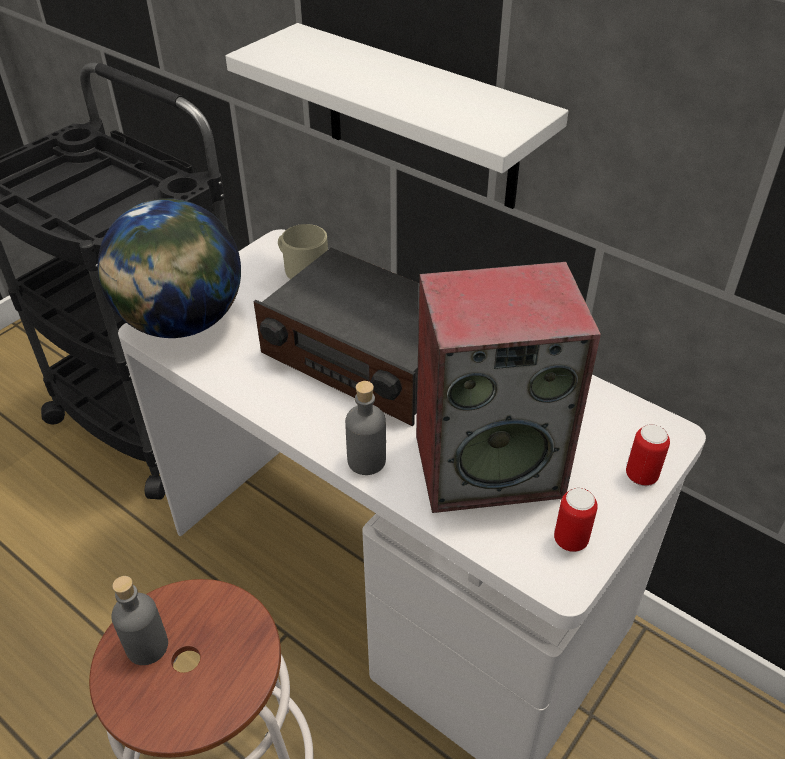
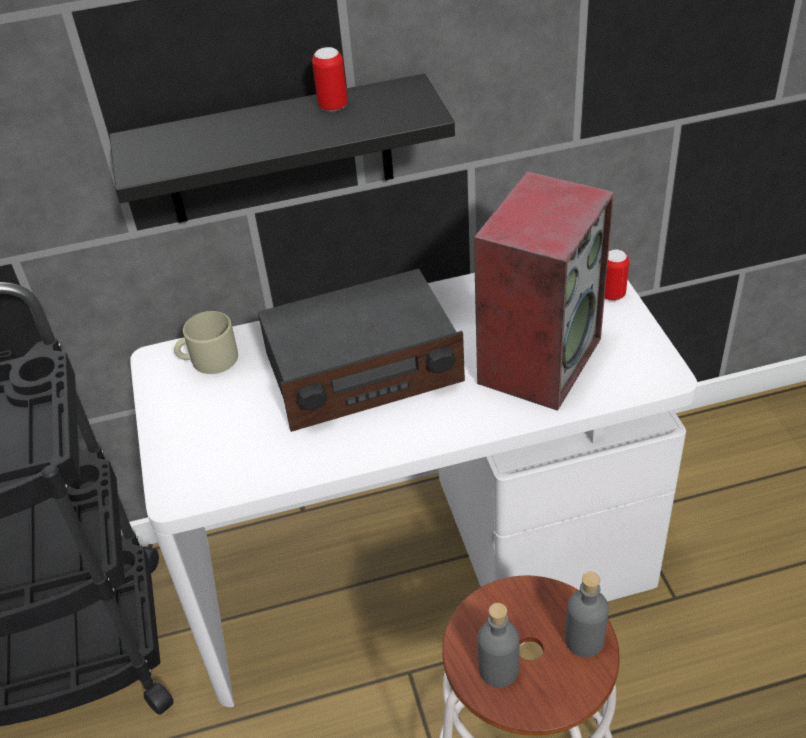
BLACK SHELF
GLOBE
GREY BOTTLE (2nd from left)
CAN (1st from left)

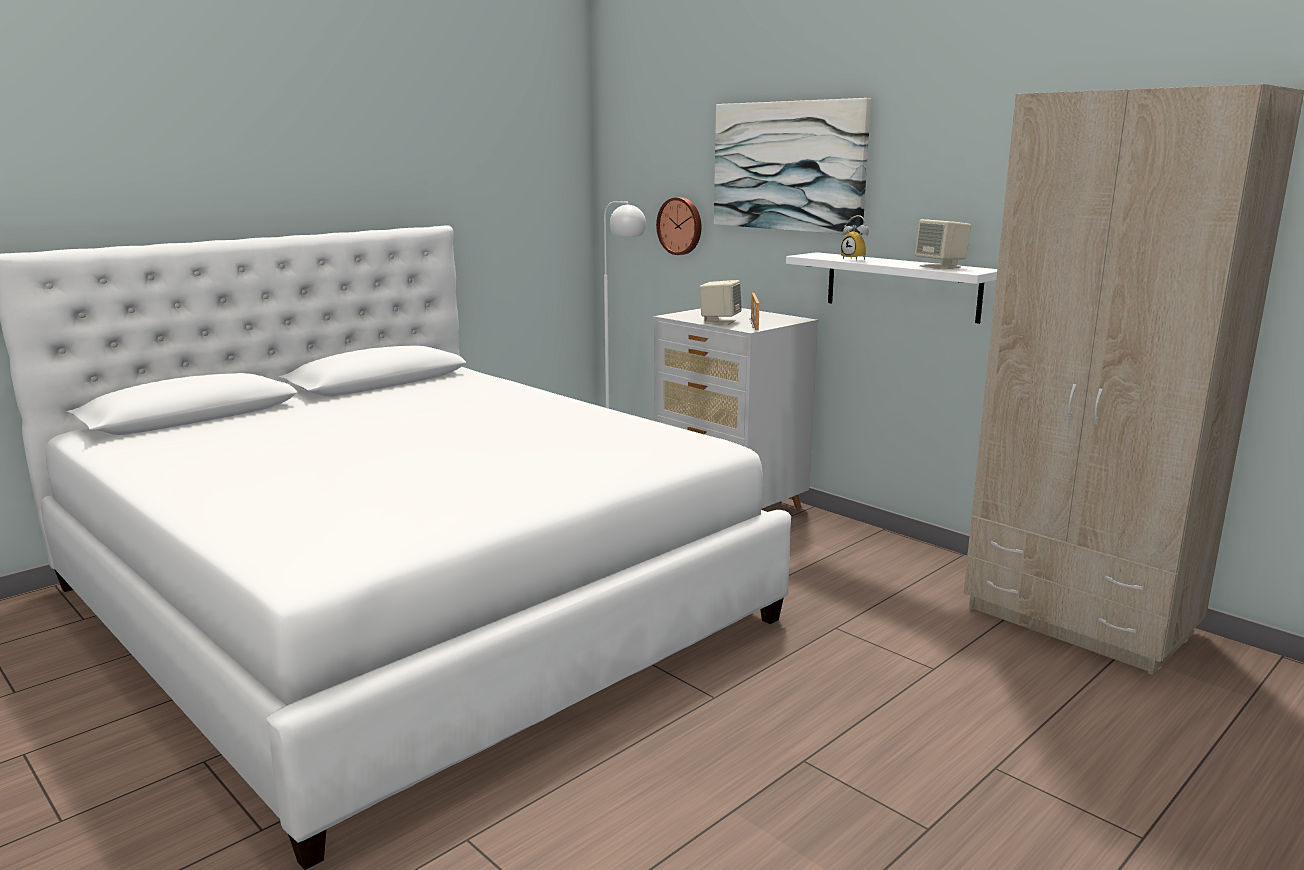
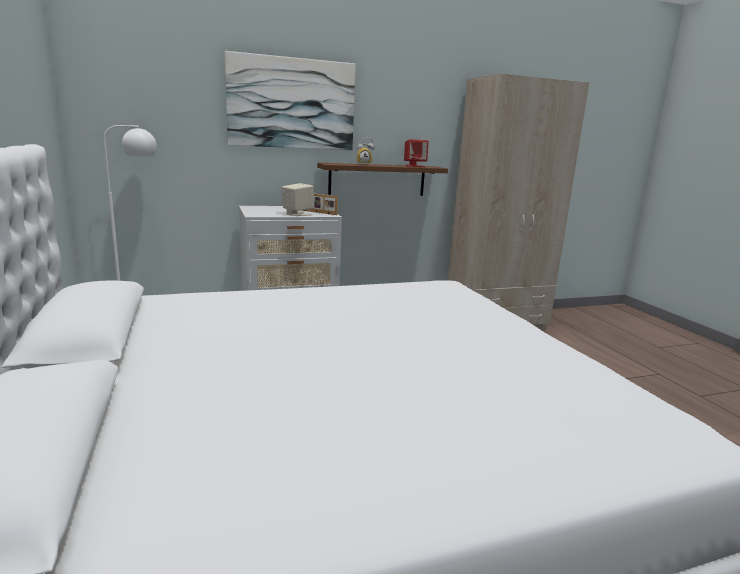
WALL CLOCK
RED SPEAKER
BROWN SHELF

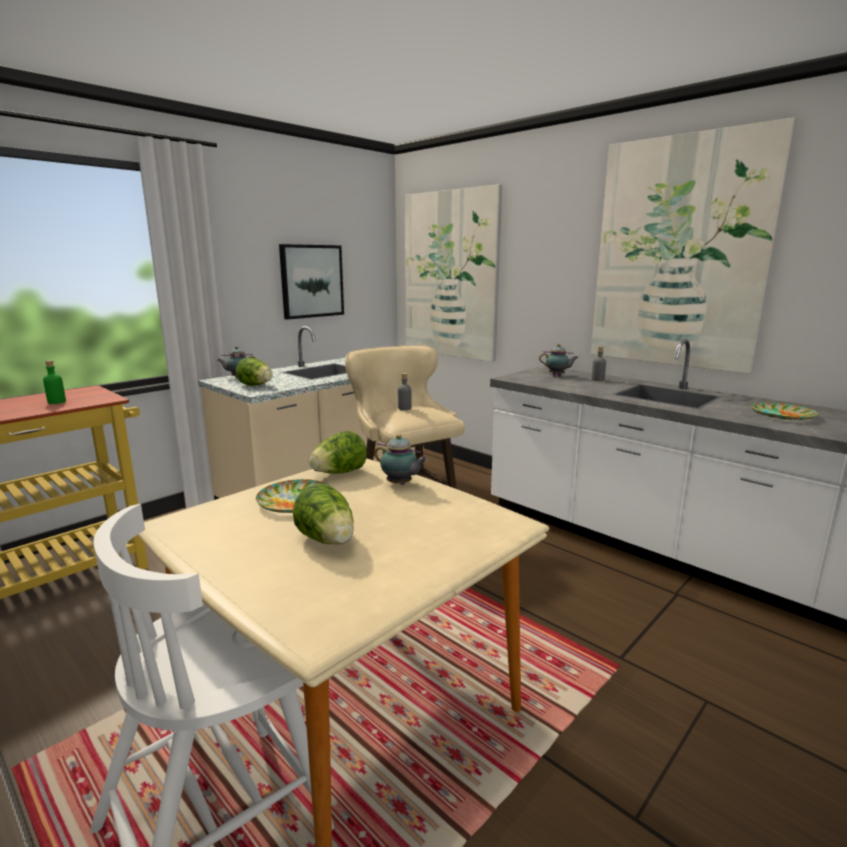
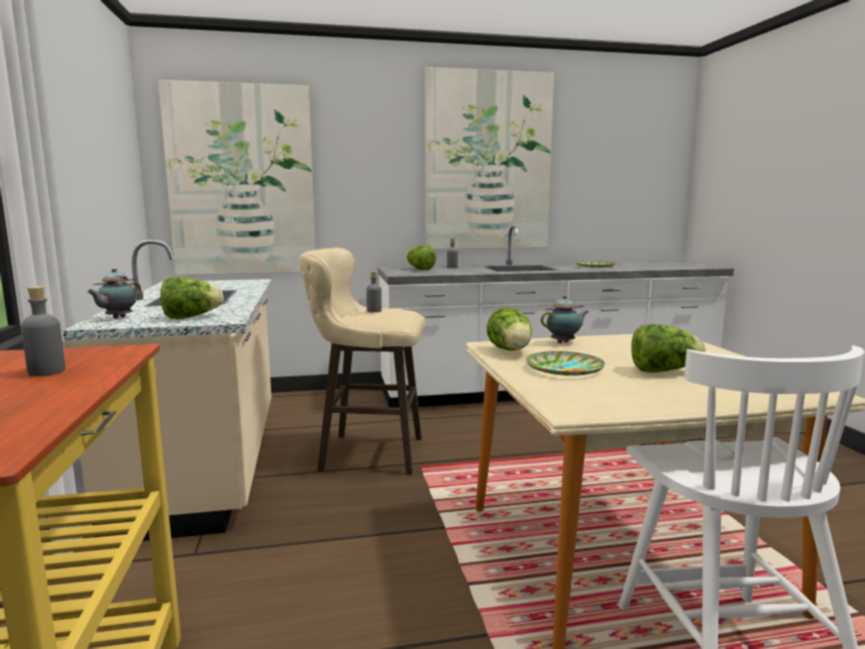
PICTURE (1st from left in the first image)
LETTUCE (2nd from left)
GREY BOTTLE (1st from left)

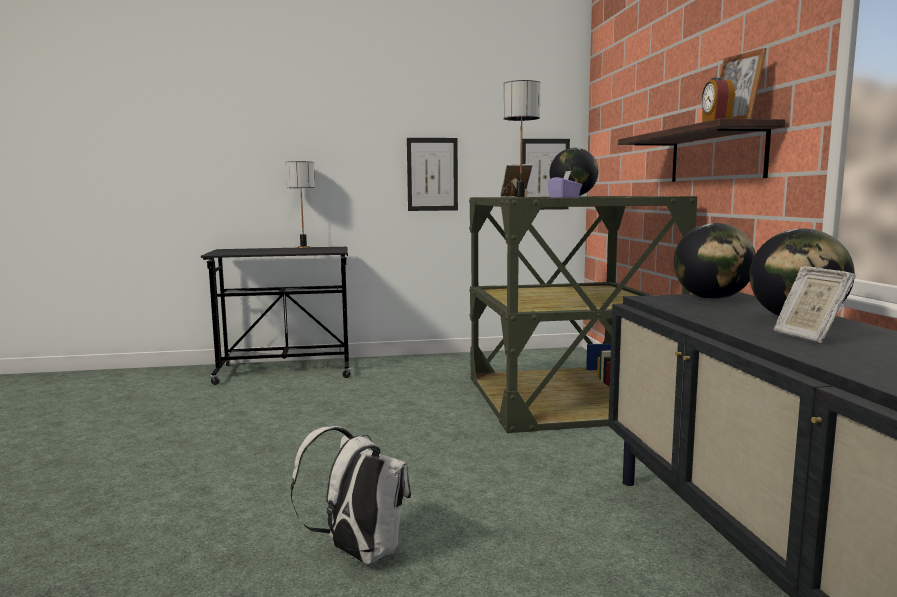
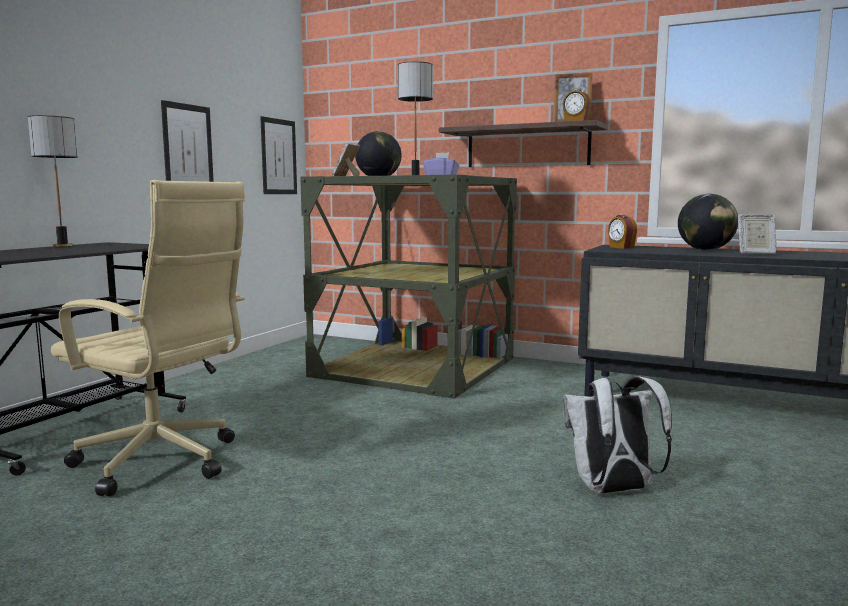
ALARM CLOCK (2nd from left)
BEIGE OFFICE CHAIR

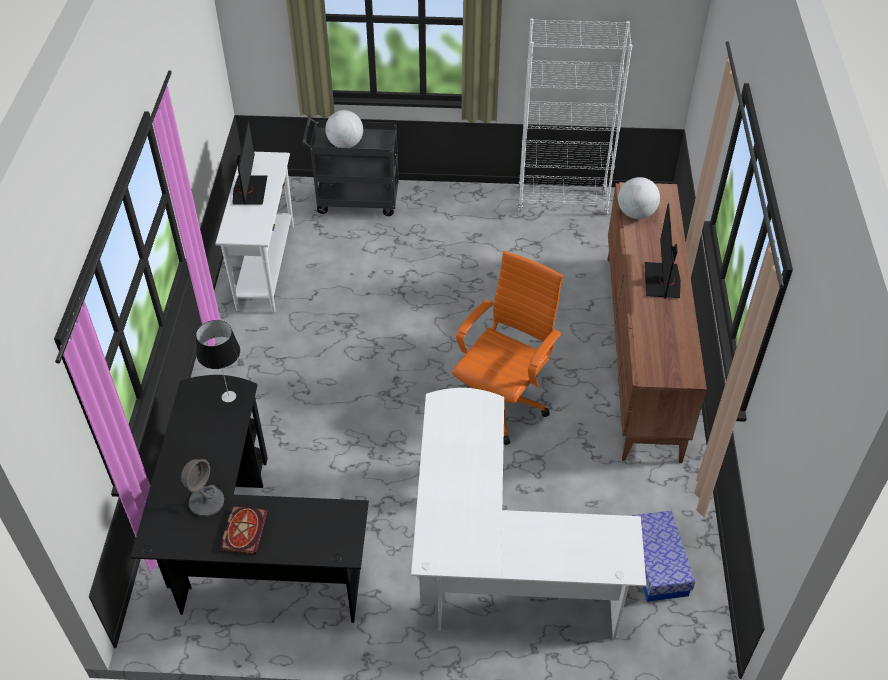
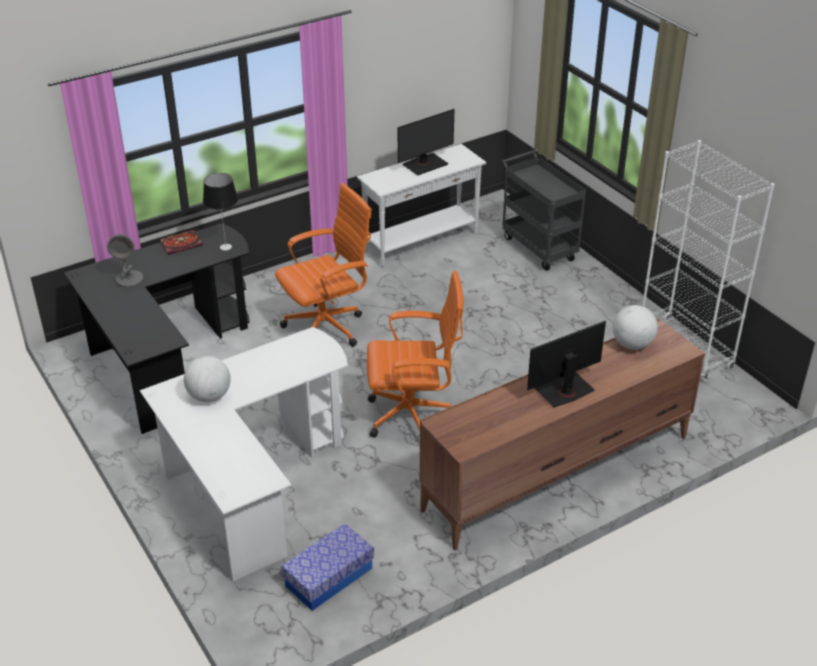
GLOBE (1st from left)
BOOK
ORANGE OFFICE CHAIR (1st from left)

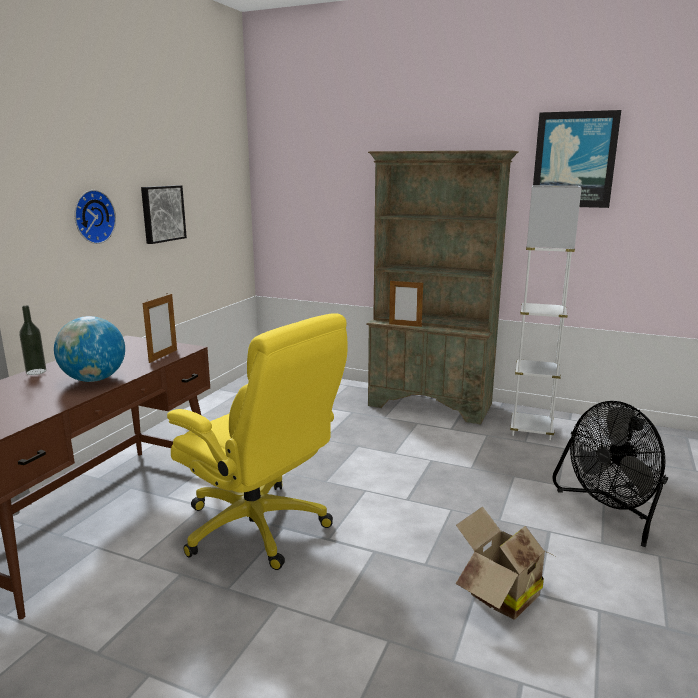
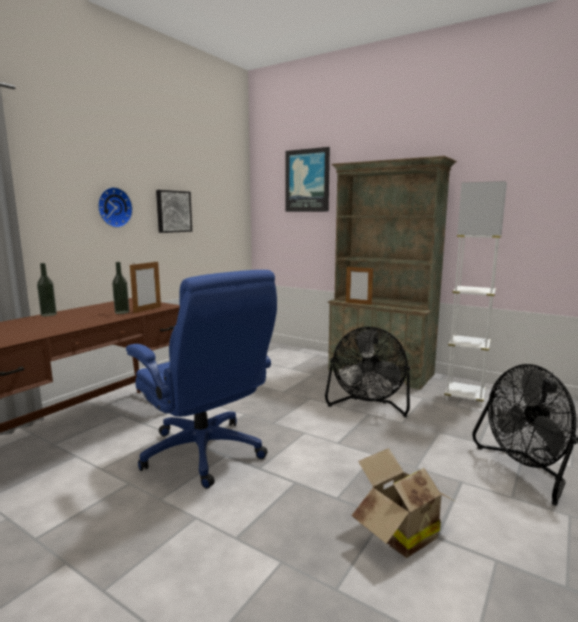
PICTURE (2nd from left)
BLUE OFFICE CHAIR
GLOBE
BOTTLE (2nd from left)
BLACK FAN (1st from left)

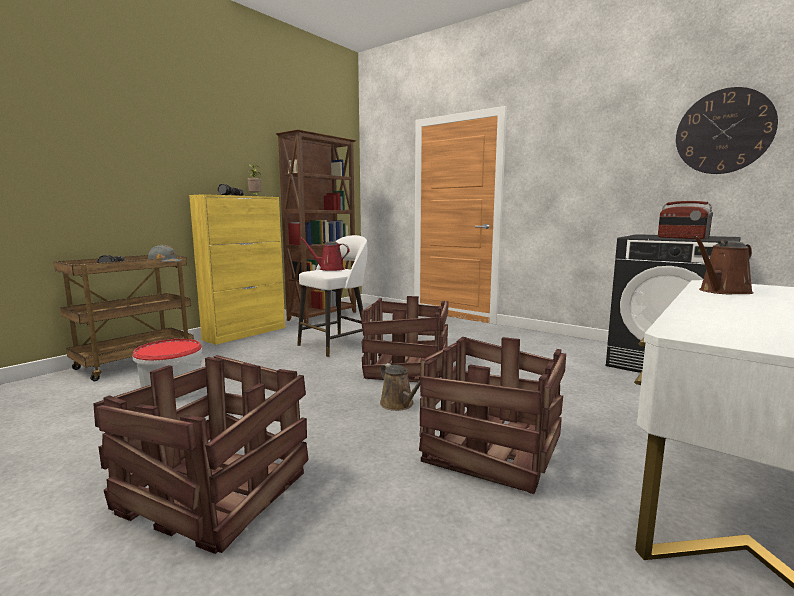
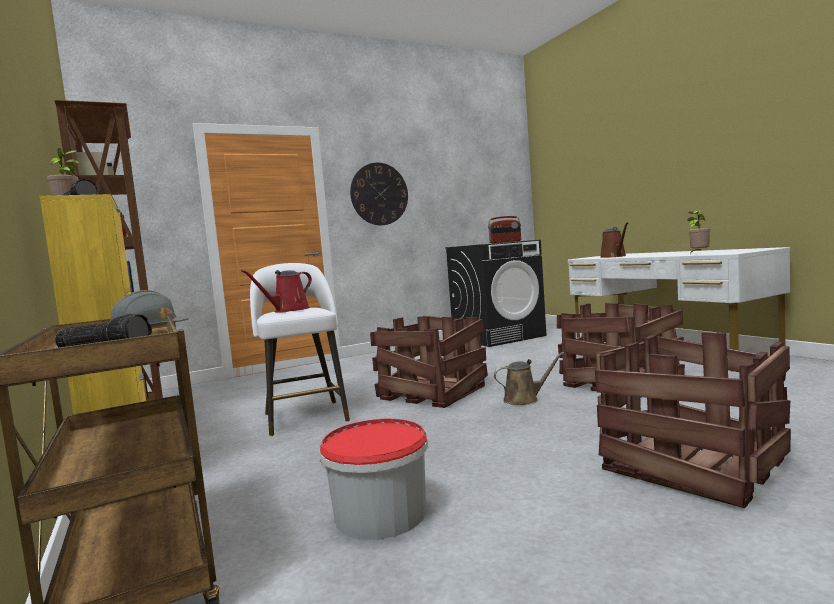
WALL CLOCK
POTTED PLANT (2nd from left)

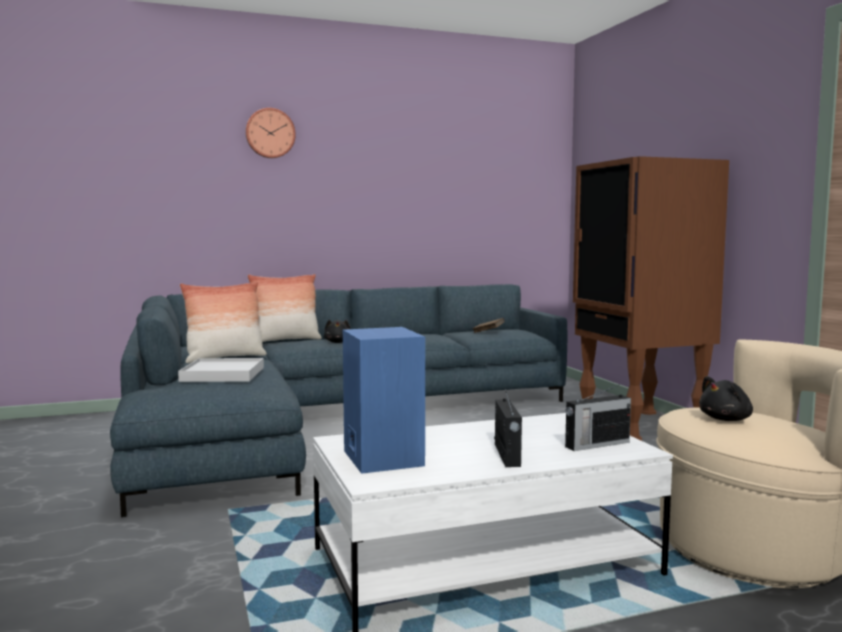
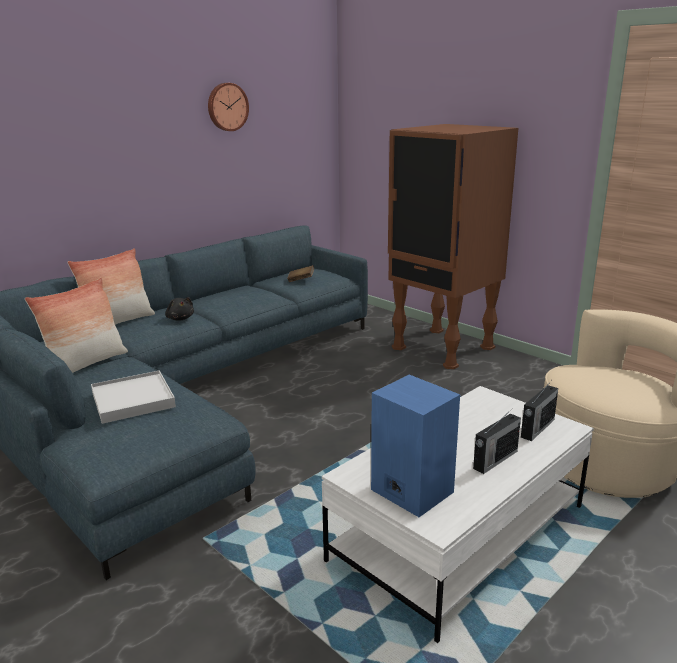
WALL CLOCK
BLACK PLUSH TOY (2nd from left in the first image)
RADIO (1st from left)

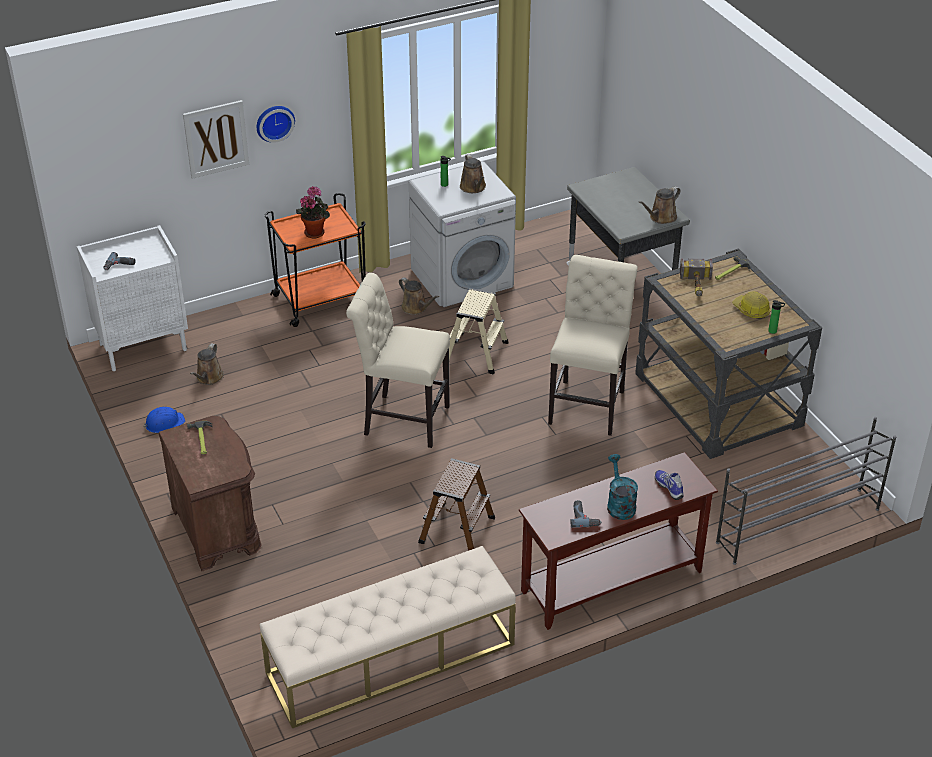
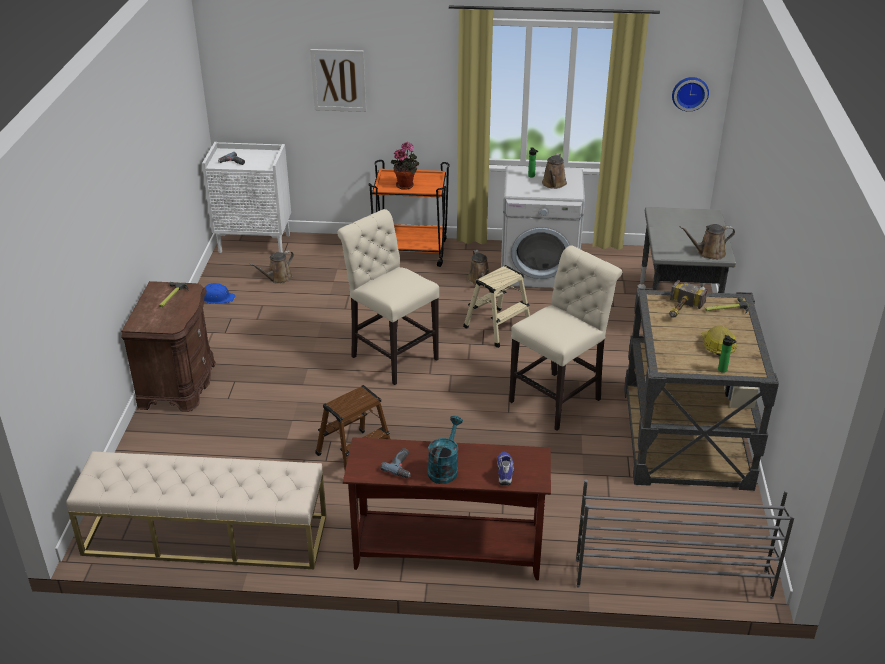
WALL CLOCK

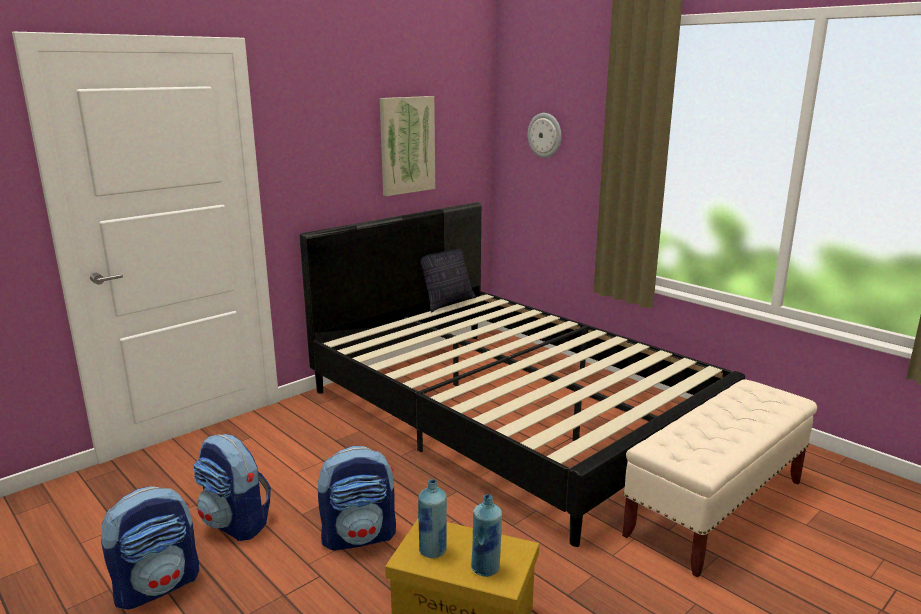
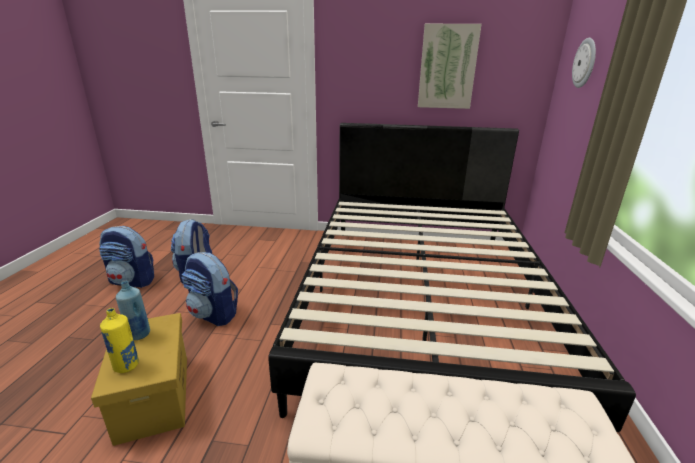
PILLOW
YELLOW BOTTLE

